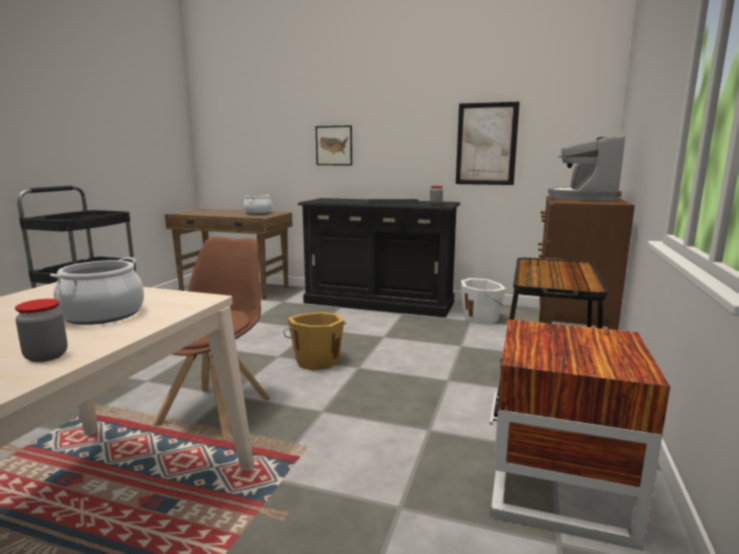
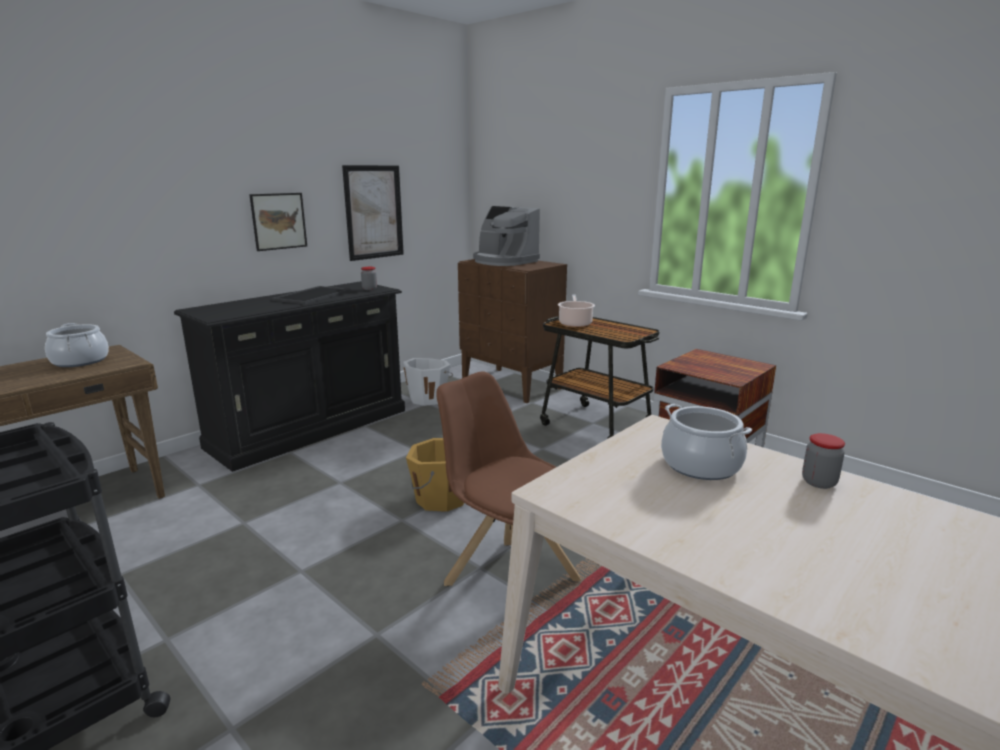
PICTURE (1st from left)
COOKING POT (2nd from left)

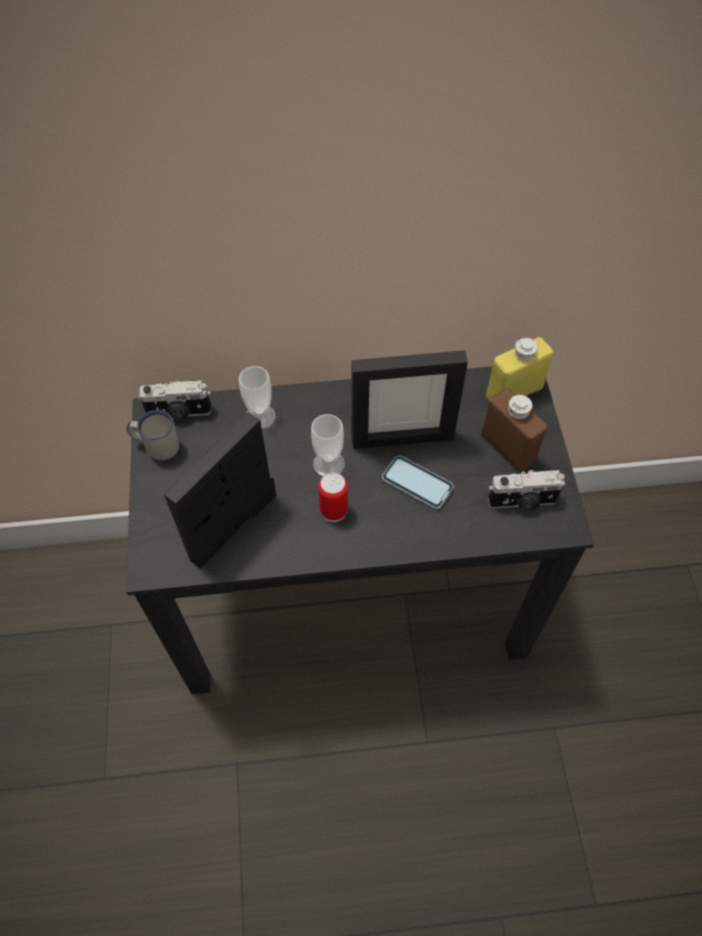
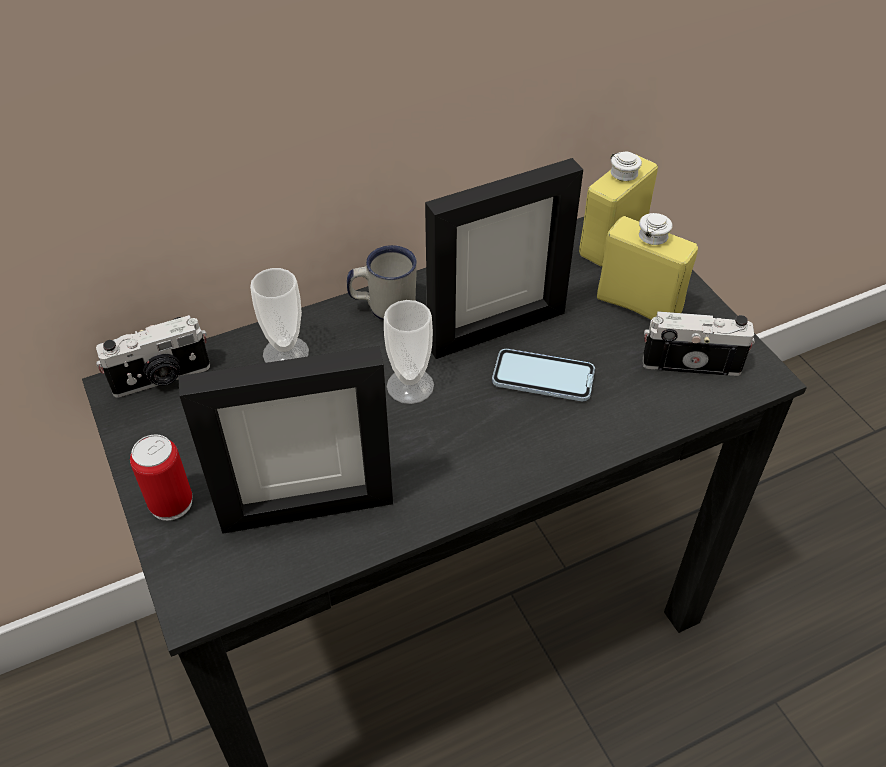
YELLOW BOTTLE (2nd from left)
WHITE MUG
PICTURE FRAME (1st from left)
PHOTO CAMERA (2nd from left)
CAN

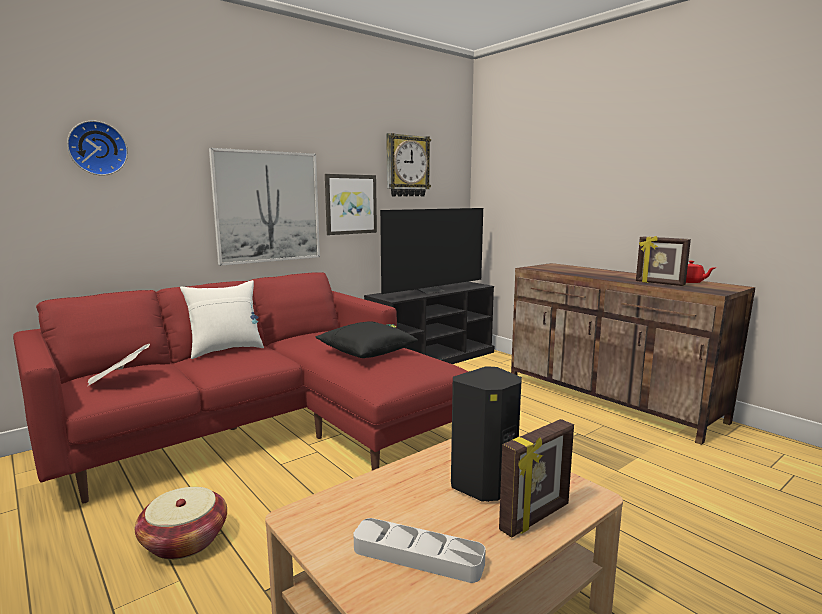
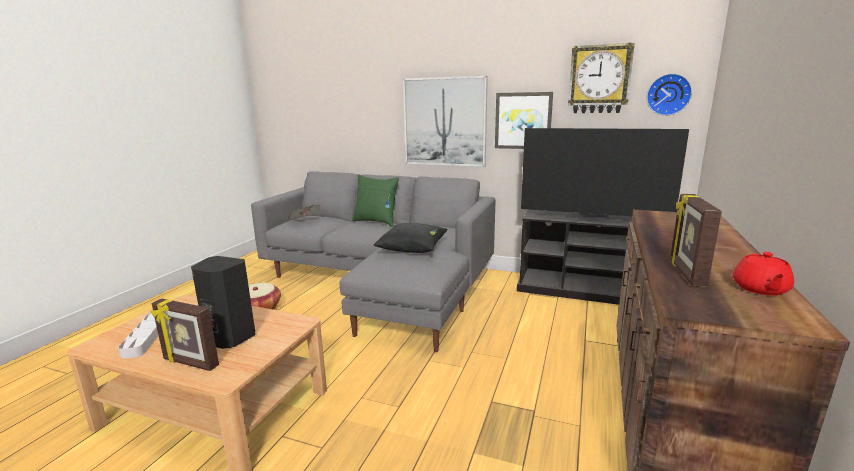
WALL CLOCK (2nd from left)
GREY SOFA
GREEN PILLOW

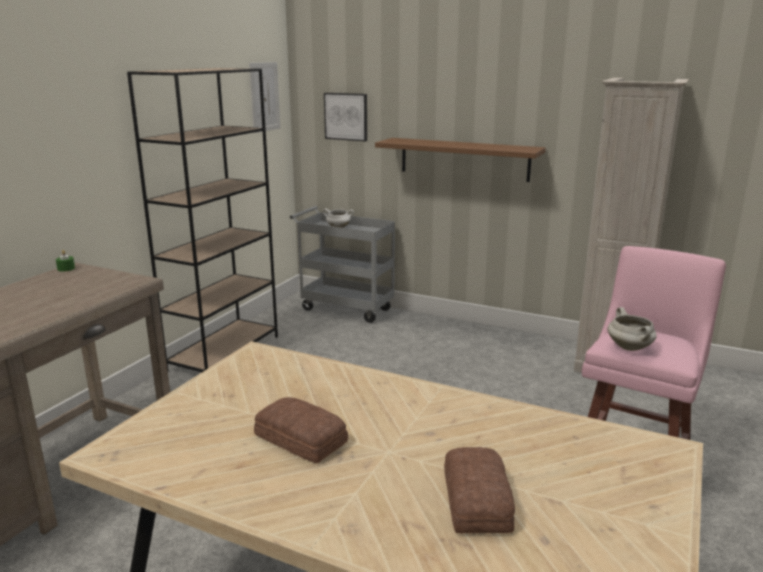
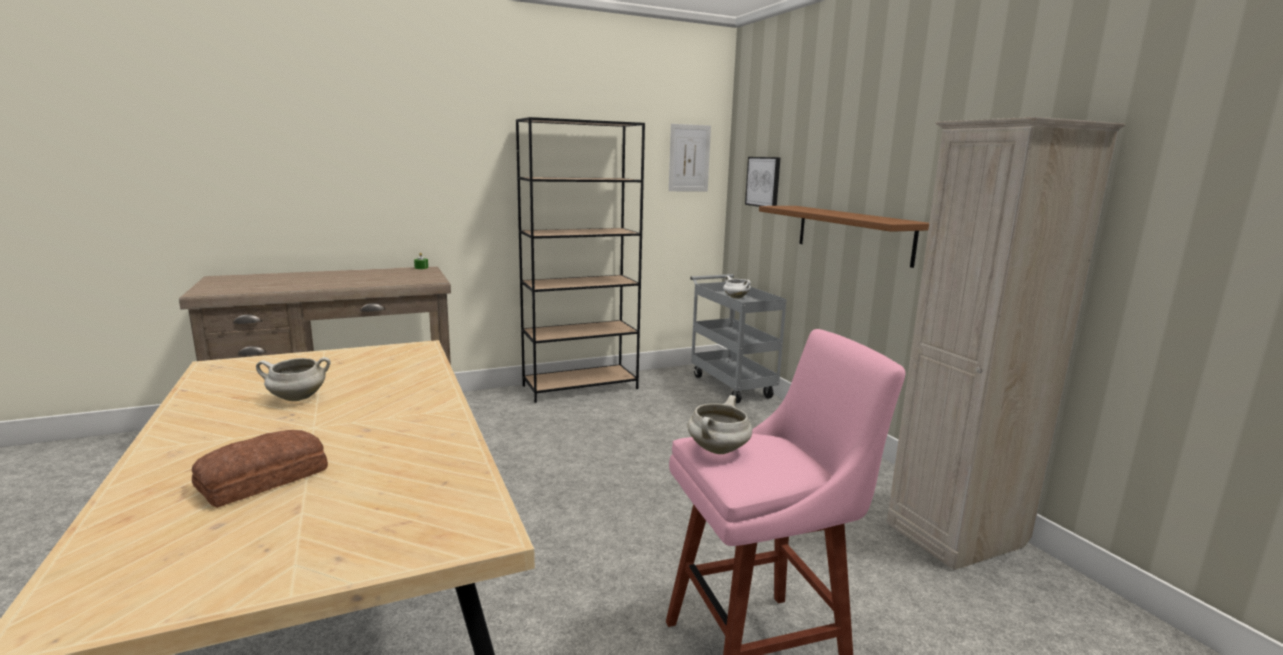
WHITE COOKING POT (1st from left)

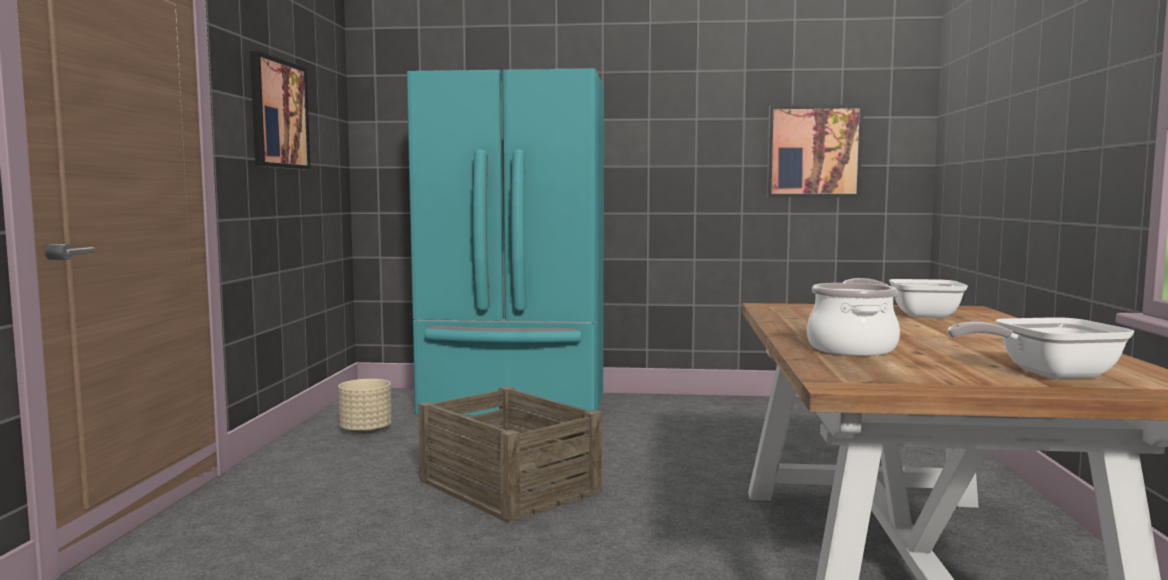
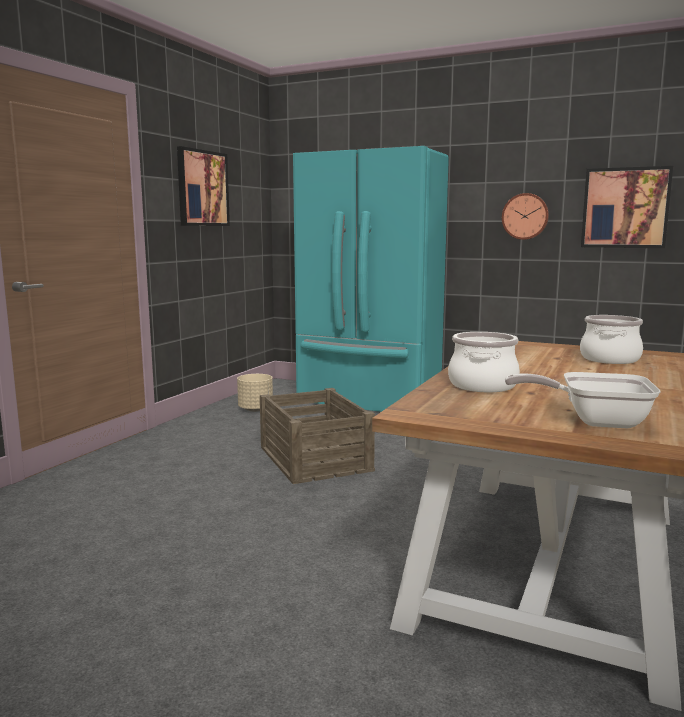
COOKING POT (2nd from left)
WALL CLOCK

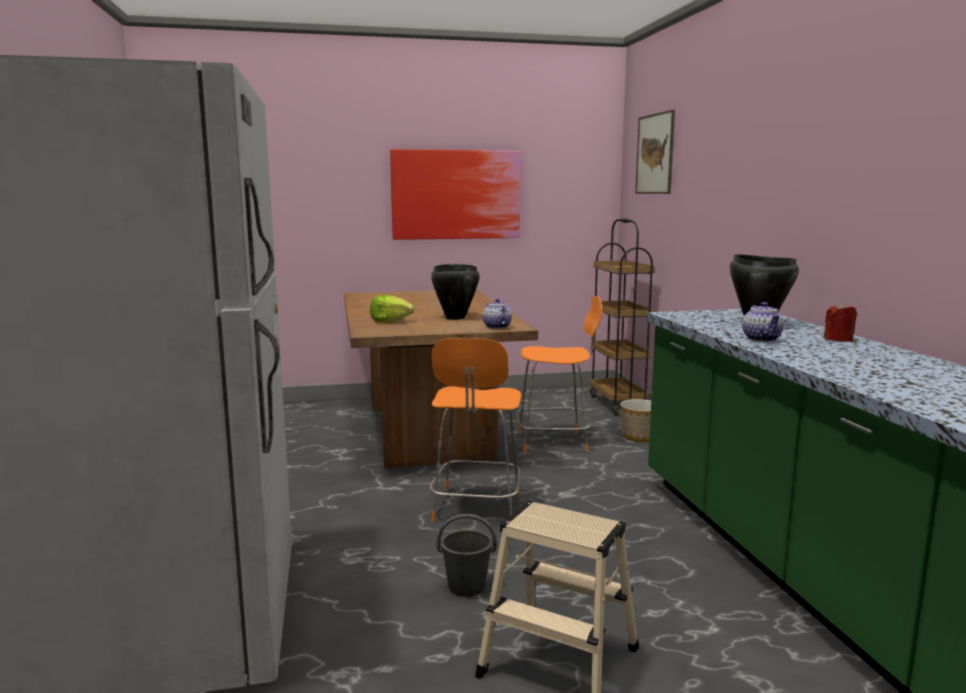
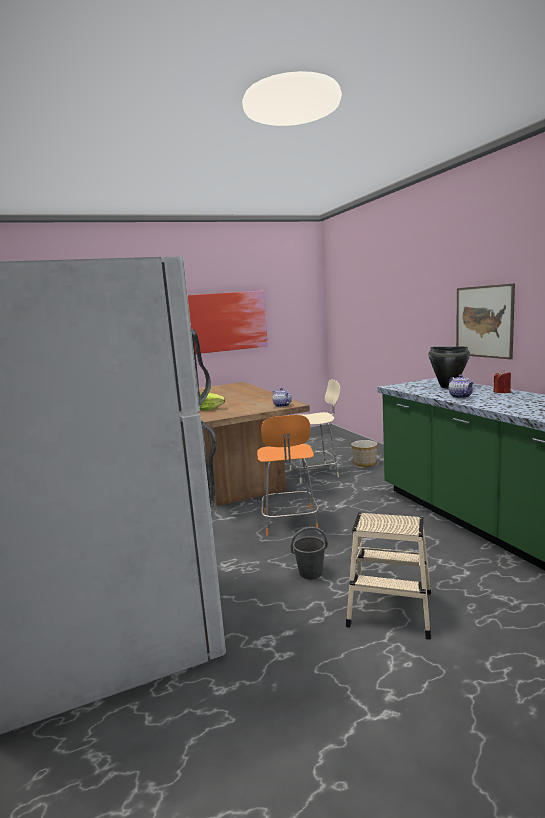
PICTURE (2nd from left)
BROWN CART
BLACK COOKING POT (1st from left in the first image)
BEIGE CHAIR

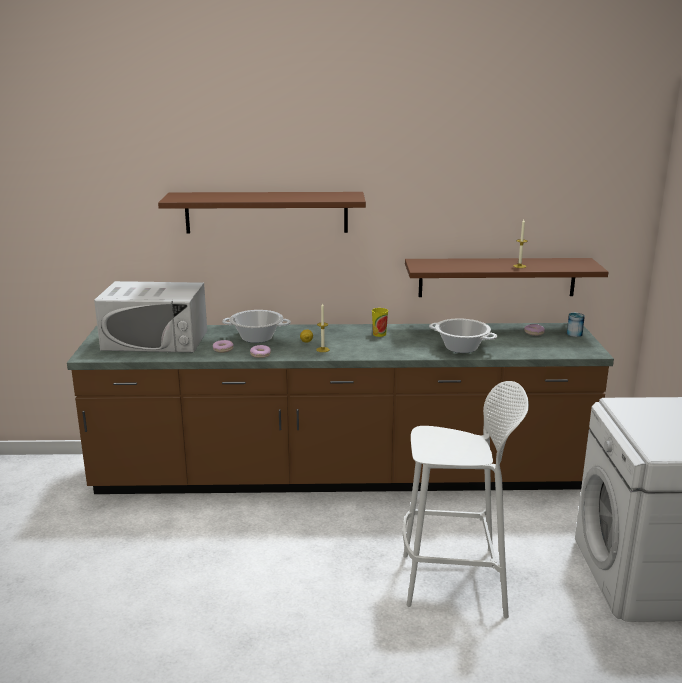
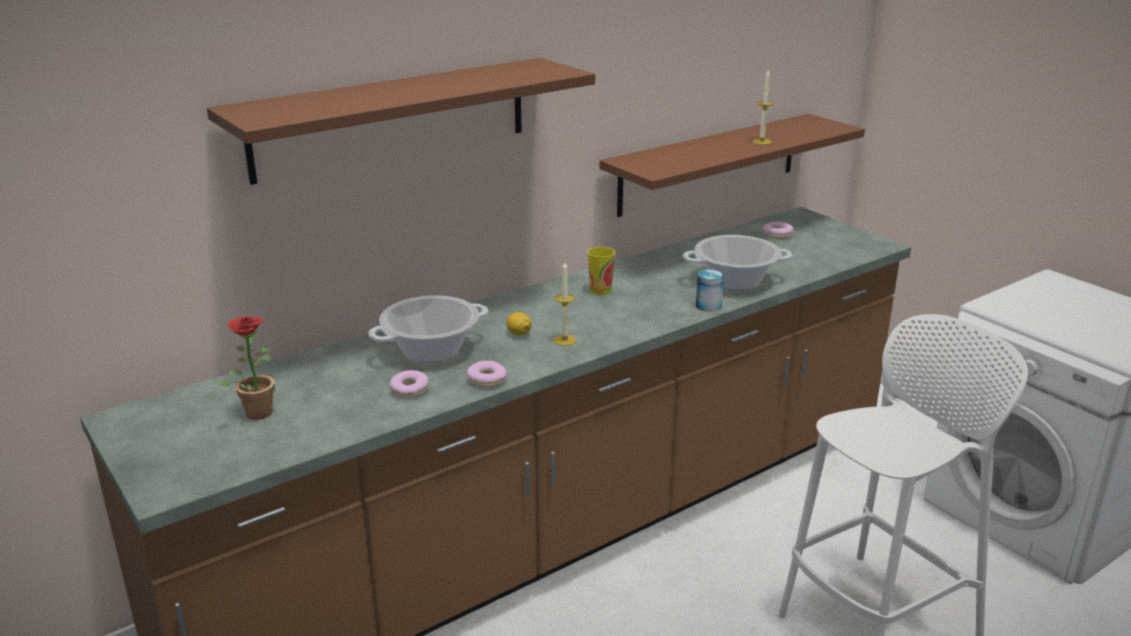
POTTED PLANT
CAN

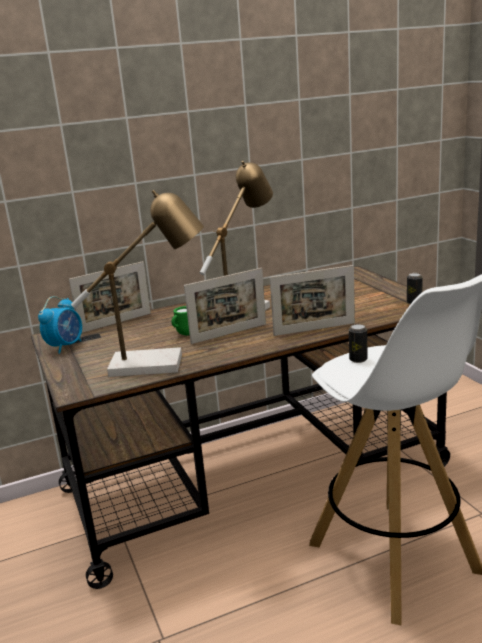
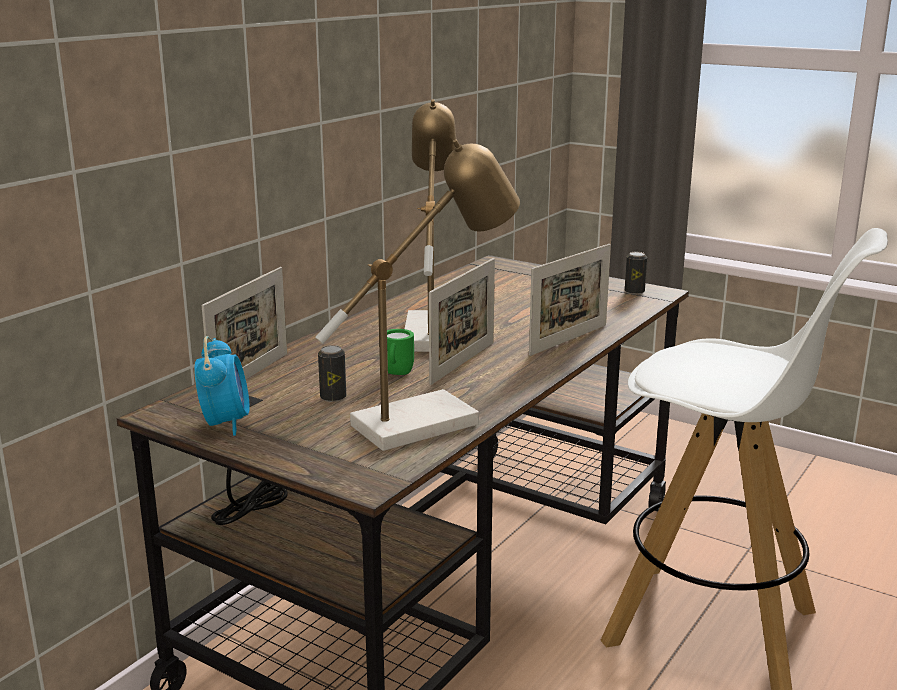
CAN (1st from left)

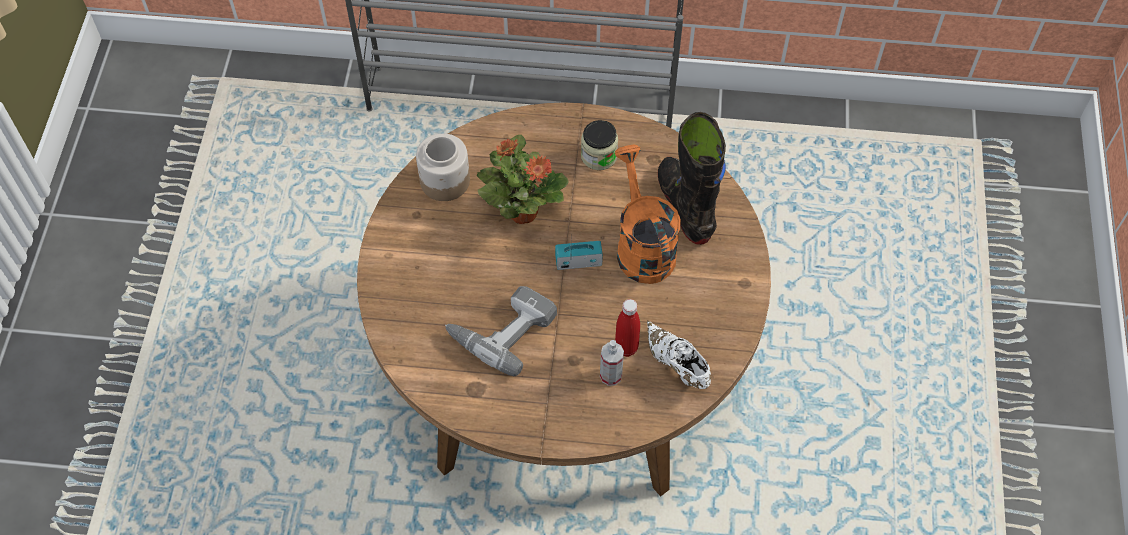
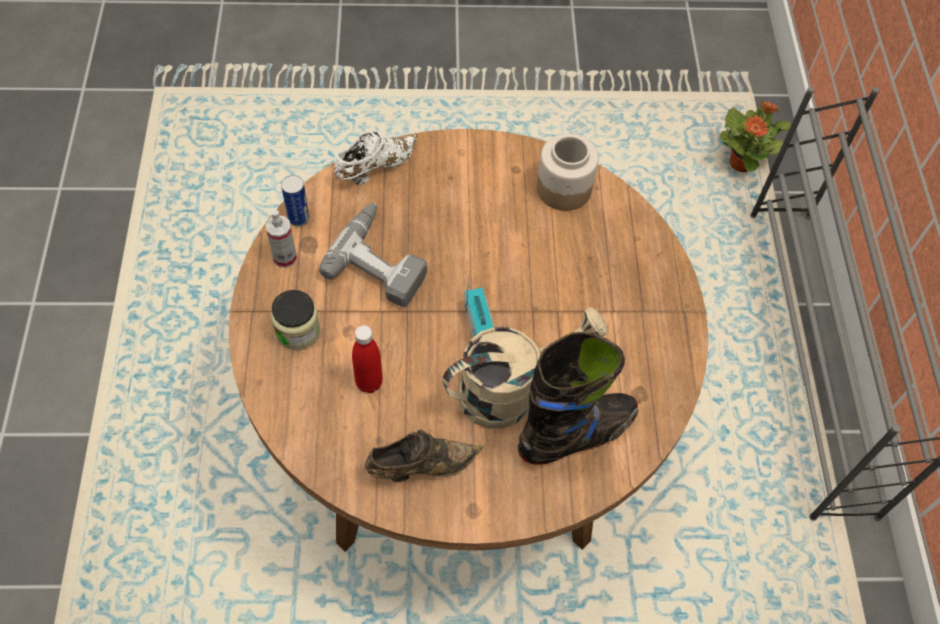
JAR (1st from left)
POTTED PLANT
BEIGE WATERING CAN
WHITE SHOE
SPRAY BOTTLE
CAN
BROWN SHOE

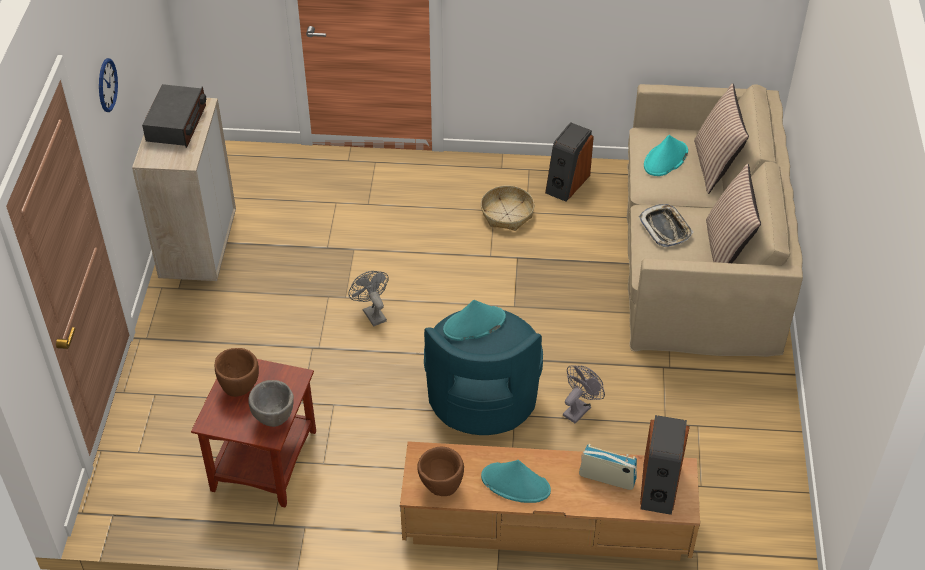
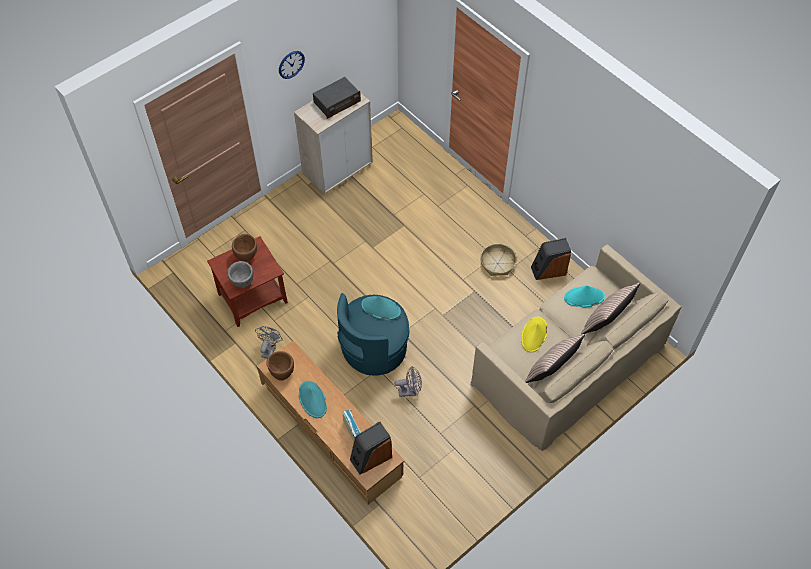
YELLOW HAT
GREY FAN (1st from left)

